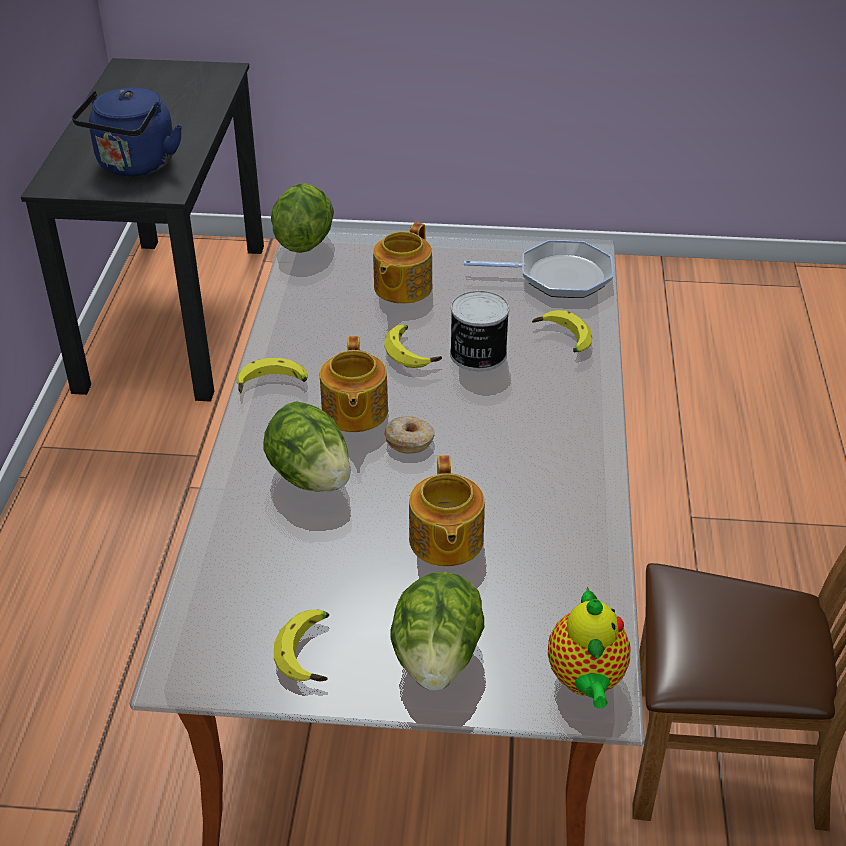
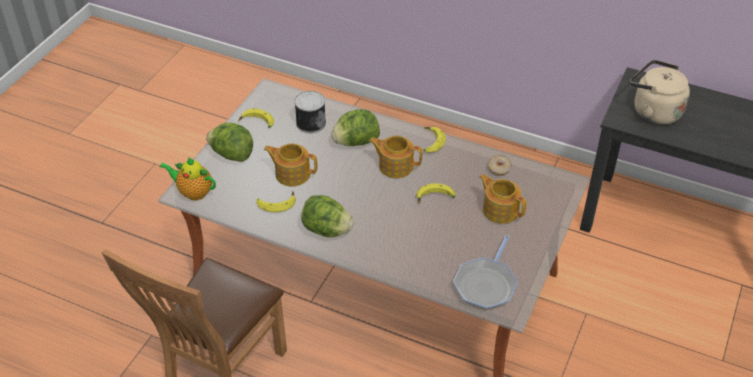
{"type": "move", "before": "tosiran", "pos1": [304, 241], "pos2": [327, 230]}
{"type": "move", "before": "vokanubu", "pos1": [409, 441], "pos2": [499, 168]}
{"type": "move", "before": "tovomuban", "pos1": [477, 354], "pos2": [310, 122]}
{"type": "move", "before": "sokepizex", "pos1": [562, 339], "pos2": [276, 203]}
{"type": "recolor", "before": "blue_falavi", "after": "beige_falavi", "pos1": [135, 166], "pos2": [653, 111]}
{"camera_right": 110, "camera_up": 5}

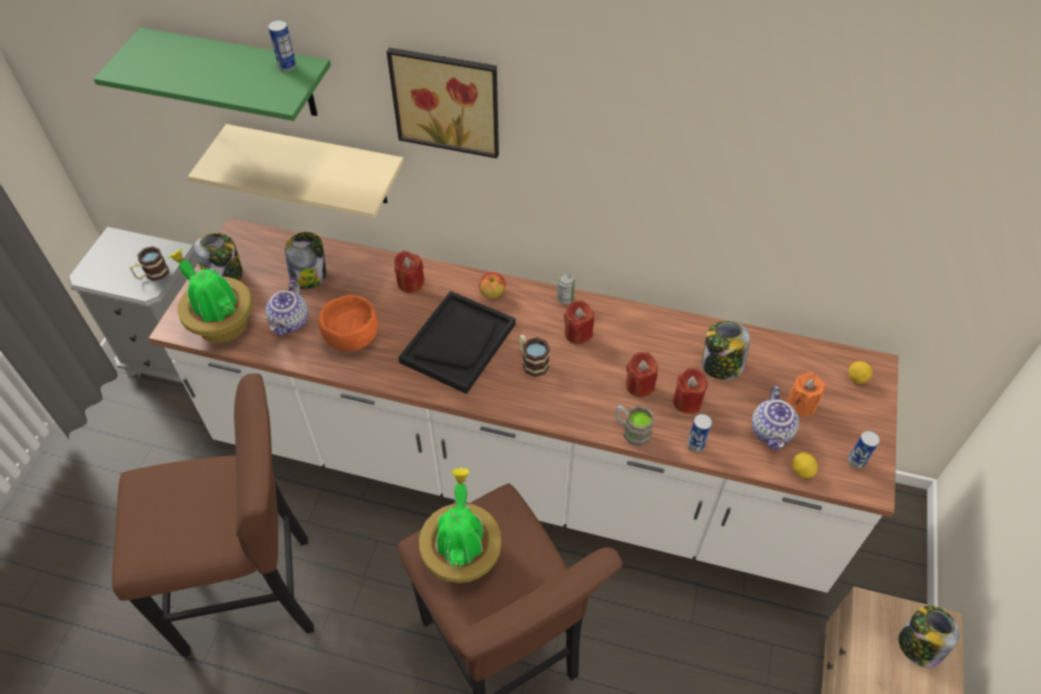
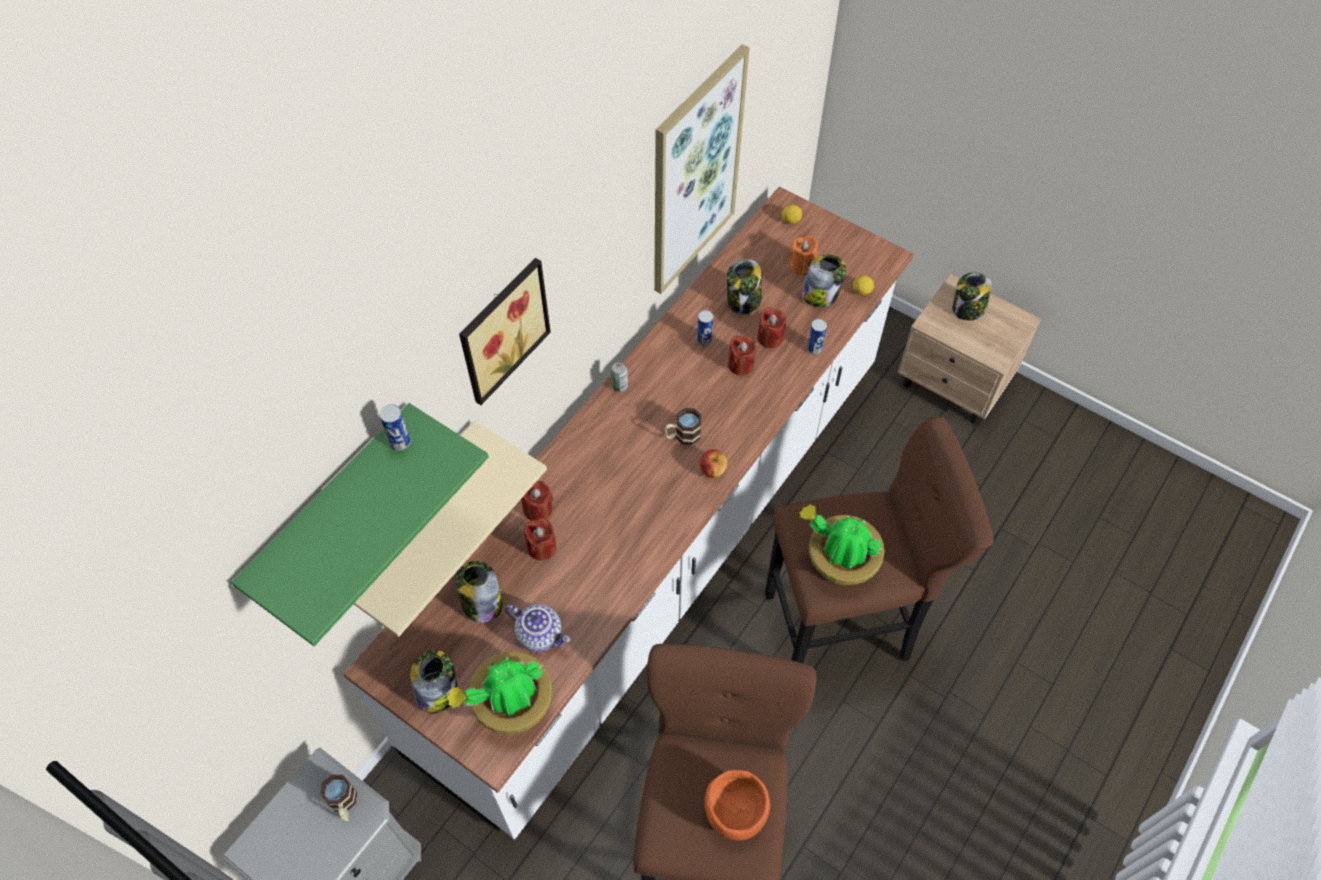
{"type": "delete", "before": "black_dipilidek", "pos1": [458, 343]}
{"type": "delete", "before": "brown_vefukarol", "pos1": [631, 430]}
{"type": "insert", "after": "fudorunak", "pos2": [694, 173]}
{"type": "move", "before": "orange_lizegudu", "pos1": [352, 340], "pos2": [736, 813]}
{"type": "move", "before": "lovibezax", "pos1": [492, 293], "pos2": [712, 470]}
{"type": "move", "before": "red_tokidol", "pos1": [578, 333], "pos2": [541, 547]}
{"type": "move", "before": "tovomuban", "pos1": [856, 461], "pos2": [704, 340]}
{"type": "replace", "before": "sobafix", "after": "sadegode", "pos1": [772, 432], "pos2": [820, 294]}
{"camera_right": -70, "camera_up": 5}

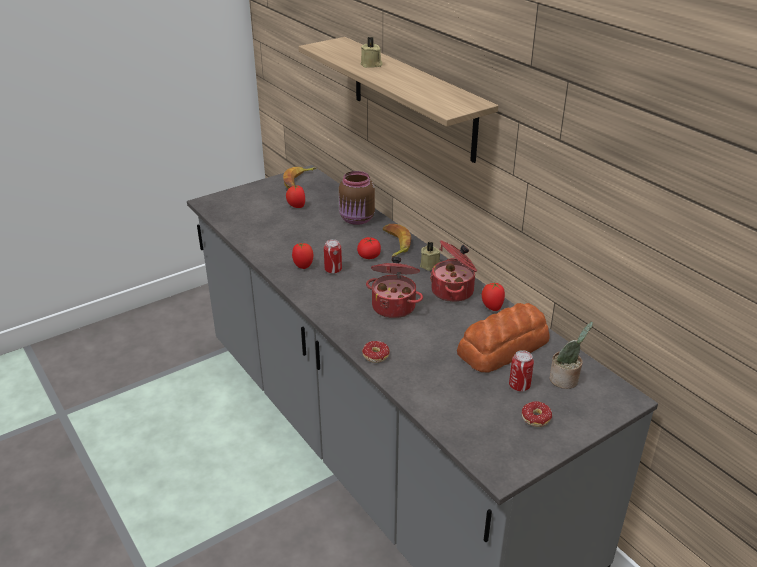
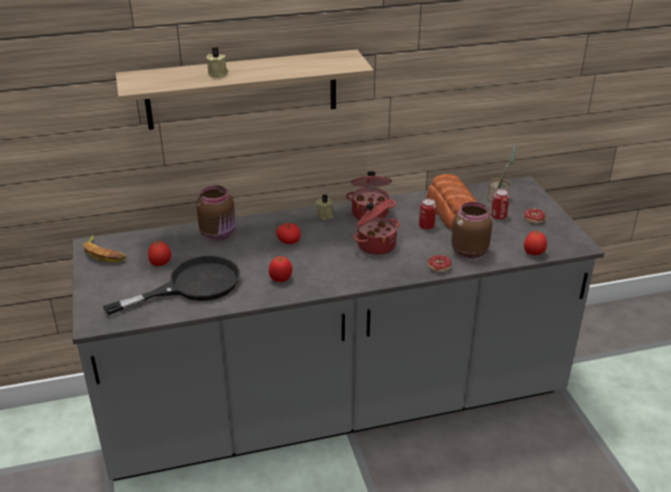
{"type": "delete", "before": "sokepizex", "pos1": [395, 243]}
{"type": "insert", "after": "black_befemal", "pos2": [192, 286]}
{"type": "insert", "after": "brown_sadegode", "pos2": [468, 251]}
{"type": "move", "before": "tovomuban", "pos1": [333, 270], "pos2": [426, 226]}
{"type": "move", "before": "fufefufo", "pos1": [491, 307], "pos2": [533, 253]}
{"camera_right": -70, "camera_up": 0}

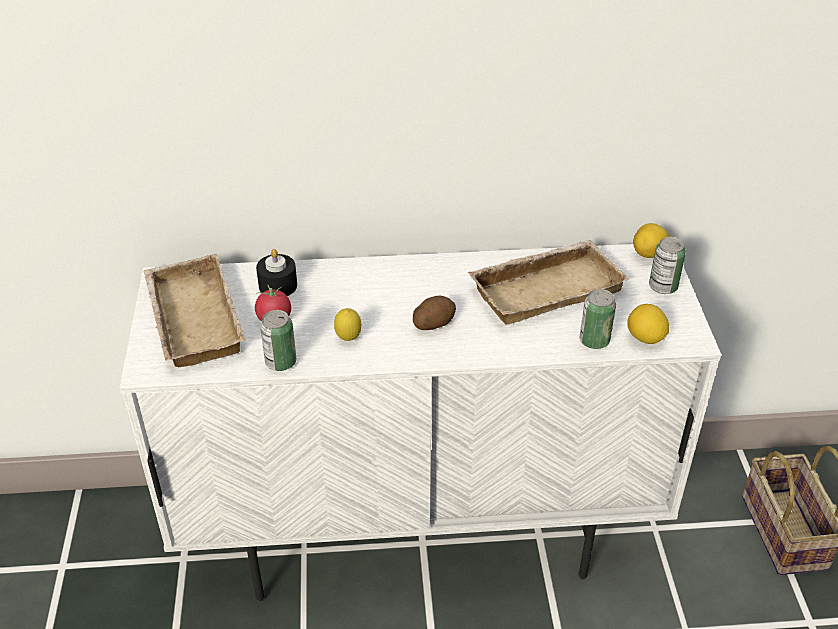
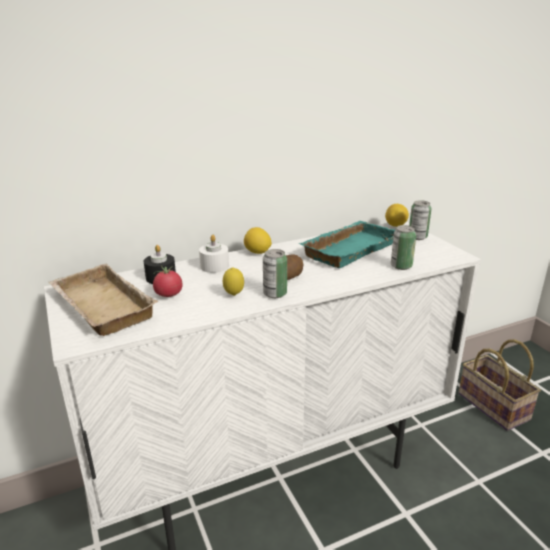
{"type": "insert", "after": "white_tokidol", "pos2": [214, 266]}
{"type": "move", "before": "tovomuban", "pos1": [281, 362], "pos2": [275, 294]}
{"type": "move", "before": "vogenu", "pos1": [645, 338], "pos2": [257, 252]}
{"type": "recolor", "before": "beige_dipilidek", "after": "turquoise_dipilidek", "pos1": [546, 287], "pos2": [348, 248]}
{"camera_right": -20, "camera_up": -15}

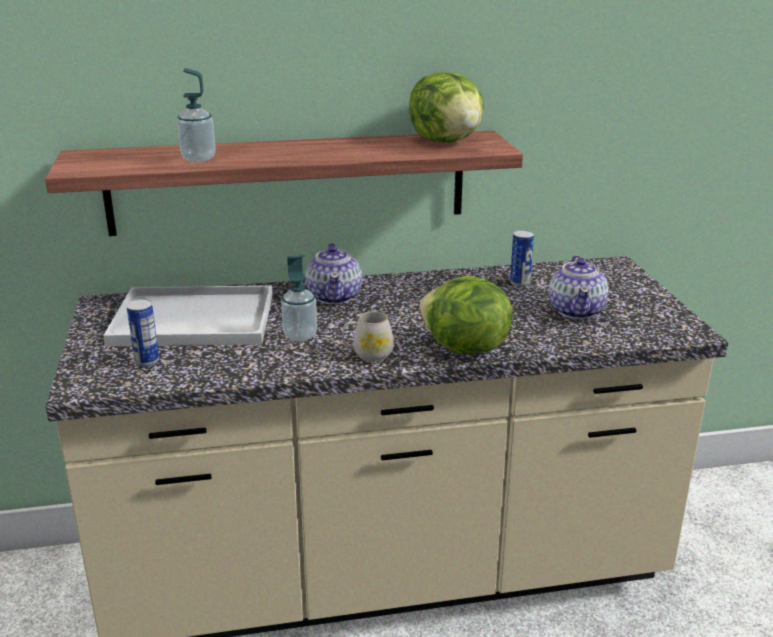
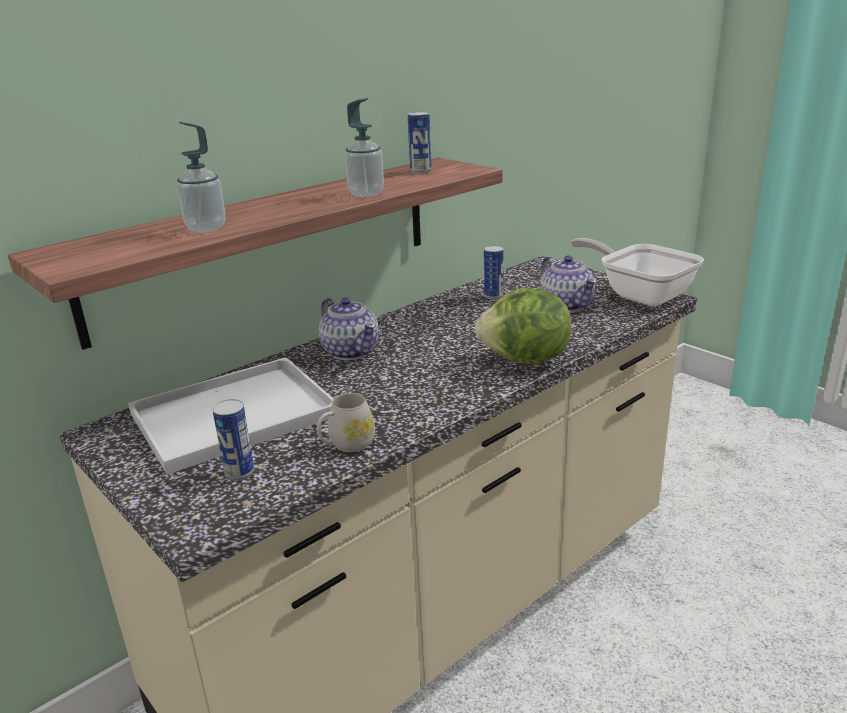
{"type": "insert", "after": "befemal", "pos2": [639, 294]}
{"type": "move", "before": "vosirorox", "pos1": [300, 336], "pos2": [366, 193]}
{"type": "move", "before": "white_vefukarol", "pos1": [368, 354], "pos2": [347, 444]}
{"type": "replace", "before": "tosiran", "after": "tovomuban", "pos1": [447, 141], "pos2": [420, 171]}
{"camera_right": -30, "camera_up": 0}

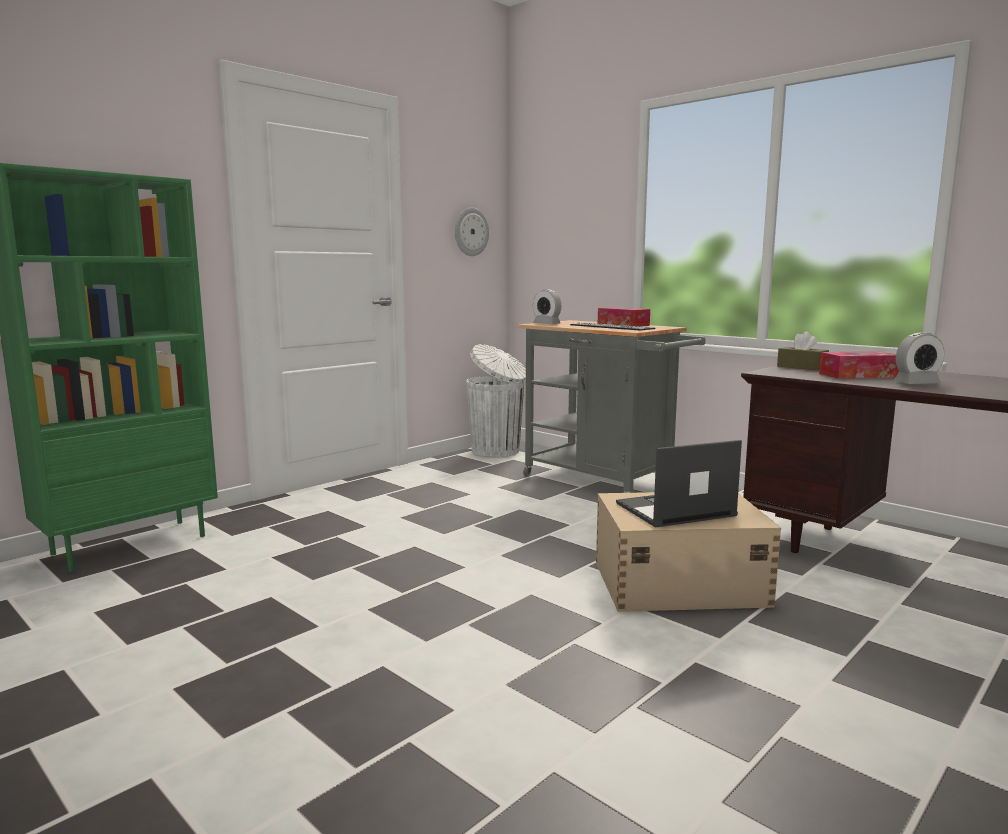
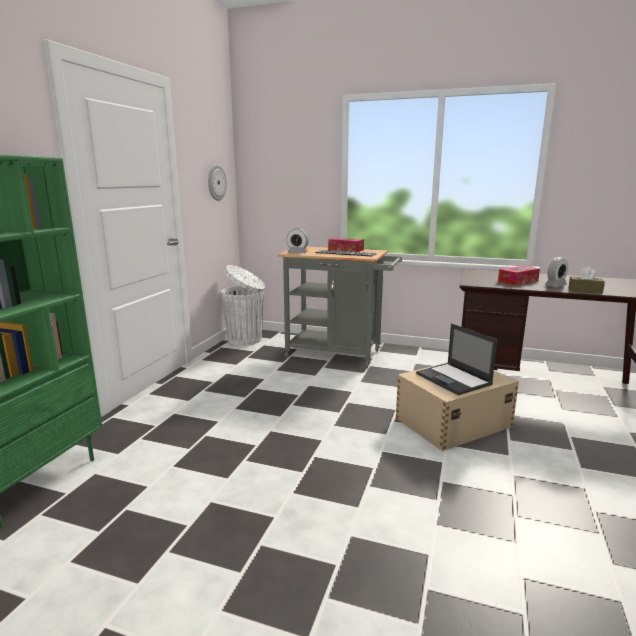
{"type": "move", "before": "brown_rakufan", "pos1": [801, 367], "pos2": [585, 291]}
{"type": "rotate", "before": "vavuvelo", "pos1": [674, 510], "pos2": [454, 379], "turn": -75}
{"camera_right": -25, "camera_up": 5}

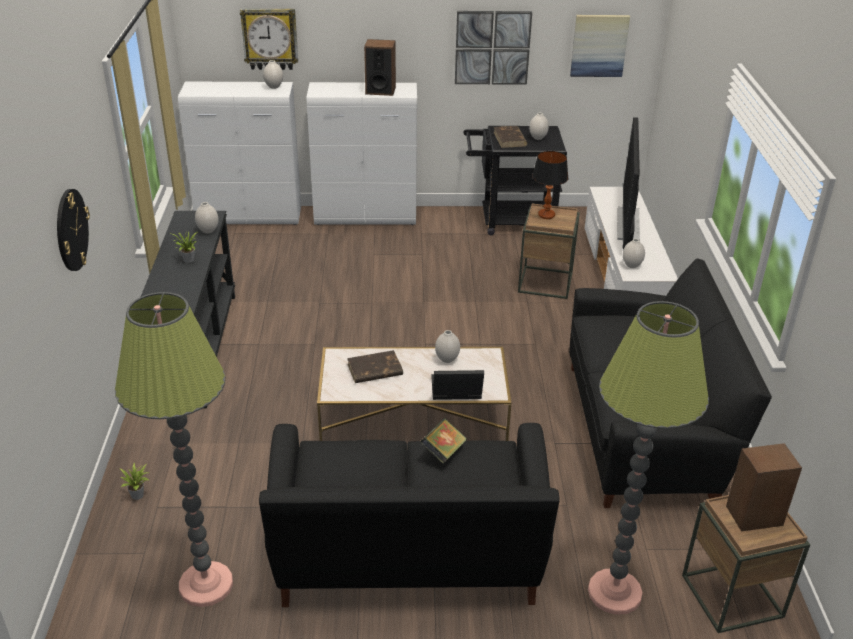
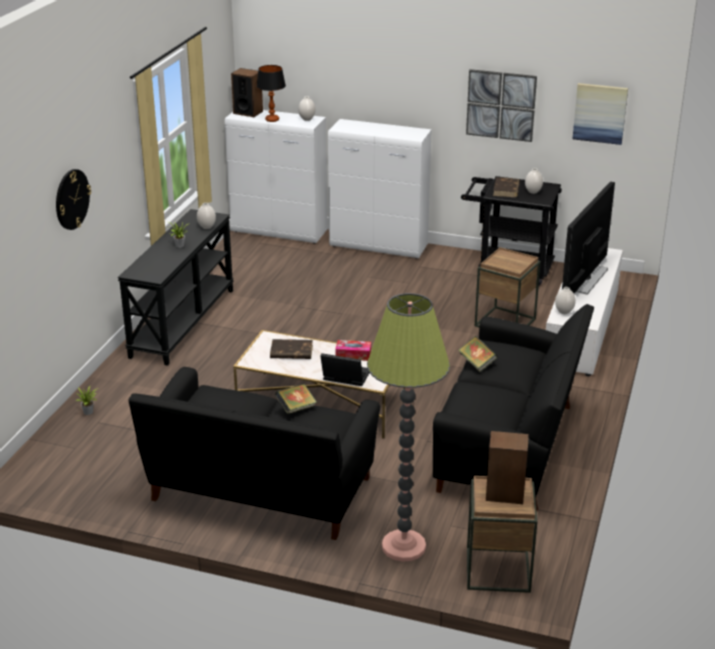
{"type": "delete", "before": "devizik", "pos1": [206, 585]}
{"type": "delete", "before": "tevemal", "pos1": [270, 38]}
{"type": "insert", "after": "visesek", "pos2": [477, 363]}
{"type": "move", "before": "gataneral", "pos1": [380, 90], "pos2": [248, 112]}
{"type": "move", "before": "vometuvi", "pos1": [546, 215], "pos2": [272, 120]}
{"type": "replace", "before": "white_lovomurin", "after": "rakufan", "pos1": [447, 360], "pos2": [353, 355]}
{"camera_right": 20, "camera_up": -5}

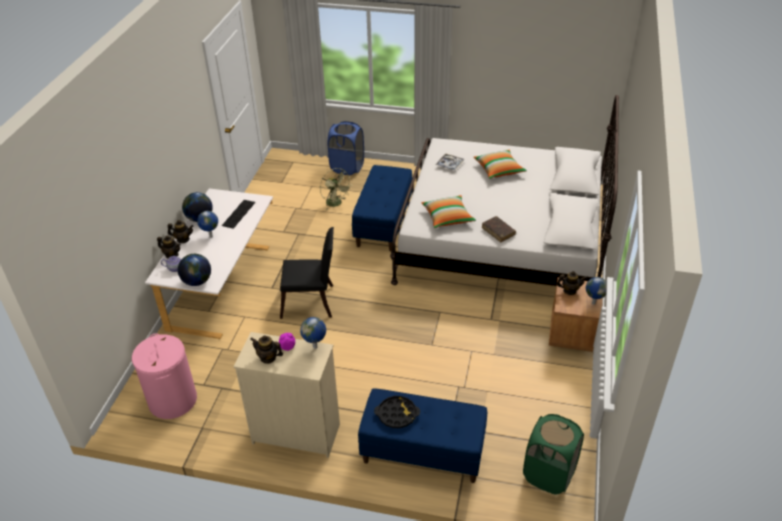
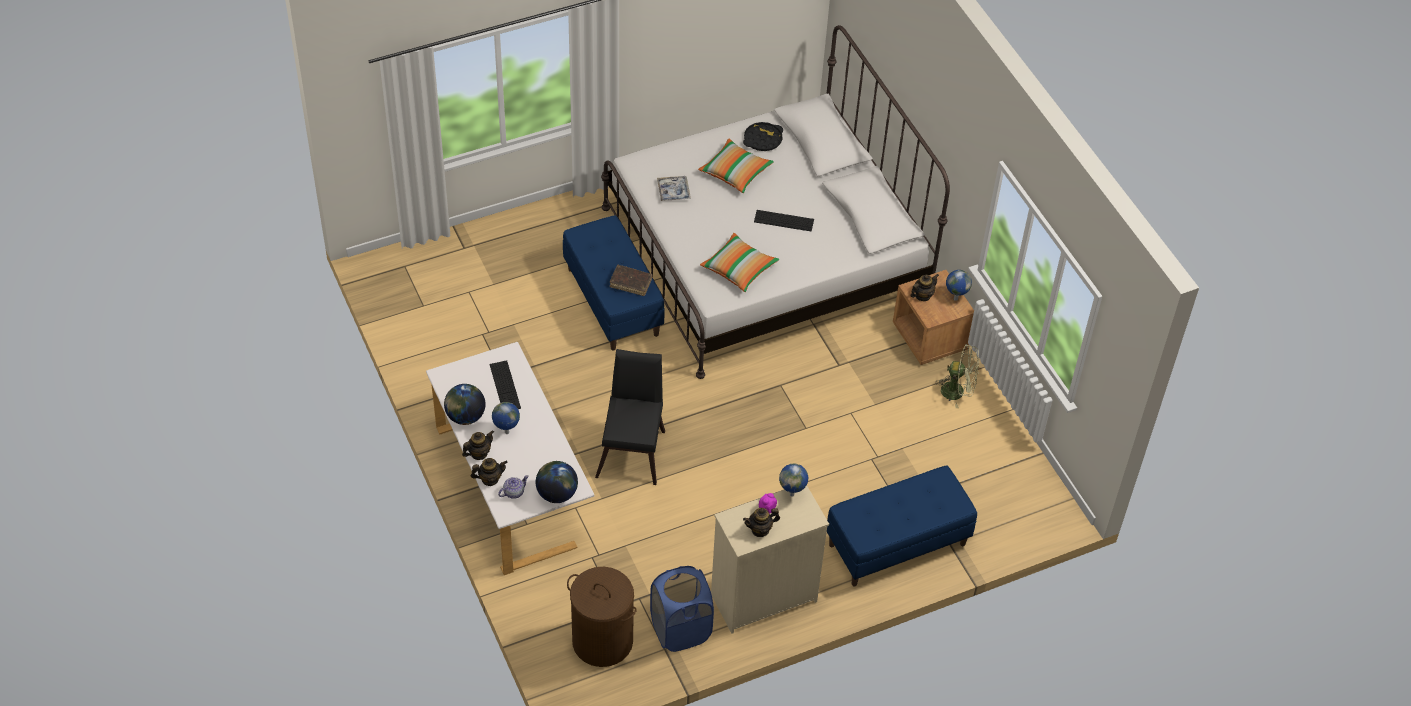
{"type": "delete", "before": "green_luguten", "pos1": [549, 474]}
{"type": "insert", "after": "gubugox", "pos2": [784, 220]}
{"type": "move", "before": "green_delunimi", "pos1": [336, 204], "pos2": [958, 391]}
{"type": "move", "before": "blue_luguten", "pos1": [347, 167], "pos2": [680, 629]}
{"type": "move", "before": "black_dipilidek", "pos1": [397, 414], "pos2": [762, 139]}
{"type": "move", "before": "brown_visesek", "pos1": [498, 232], "pos2": [631, 283]}
{"type": "recolor", "before": "pink_luguten", "after": "brown_luguten", "pos1": [172, 400], "pos2": [602, 641]}
{"type": "rotate", "before": "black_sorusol", "pos1": [311, 302], "pos2": [632, 449], "turn": -45}
{"camera_right": -40, "camera_up": 10}

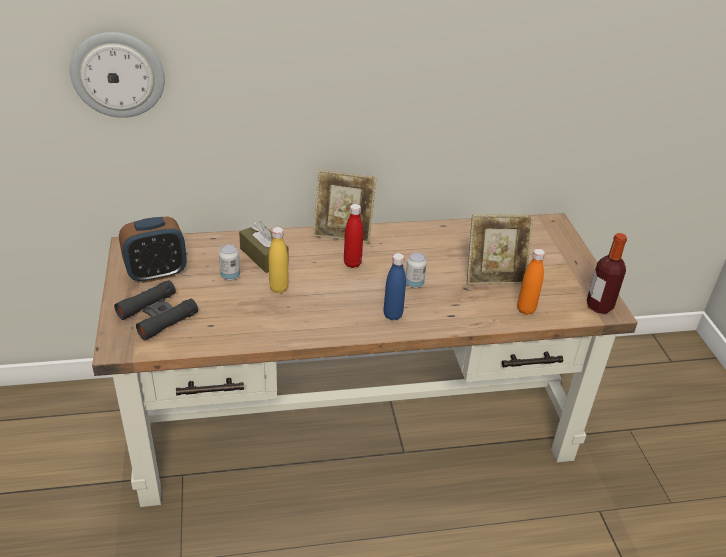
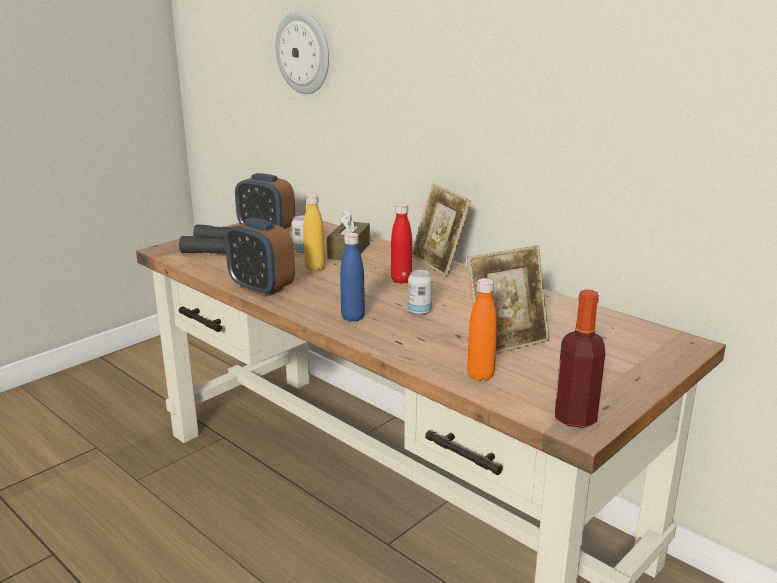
{"type": "insert", "after": "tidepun", "pos2": [261, 288]}
{"type": "rotate", "before": "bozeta", "pos1": [494, 277], "pos2": [506, 343], "turn": -75}
{"camera_right": 55, "camera_up": -15}

